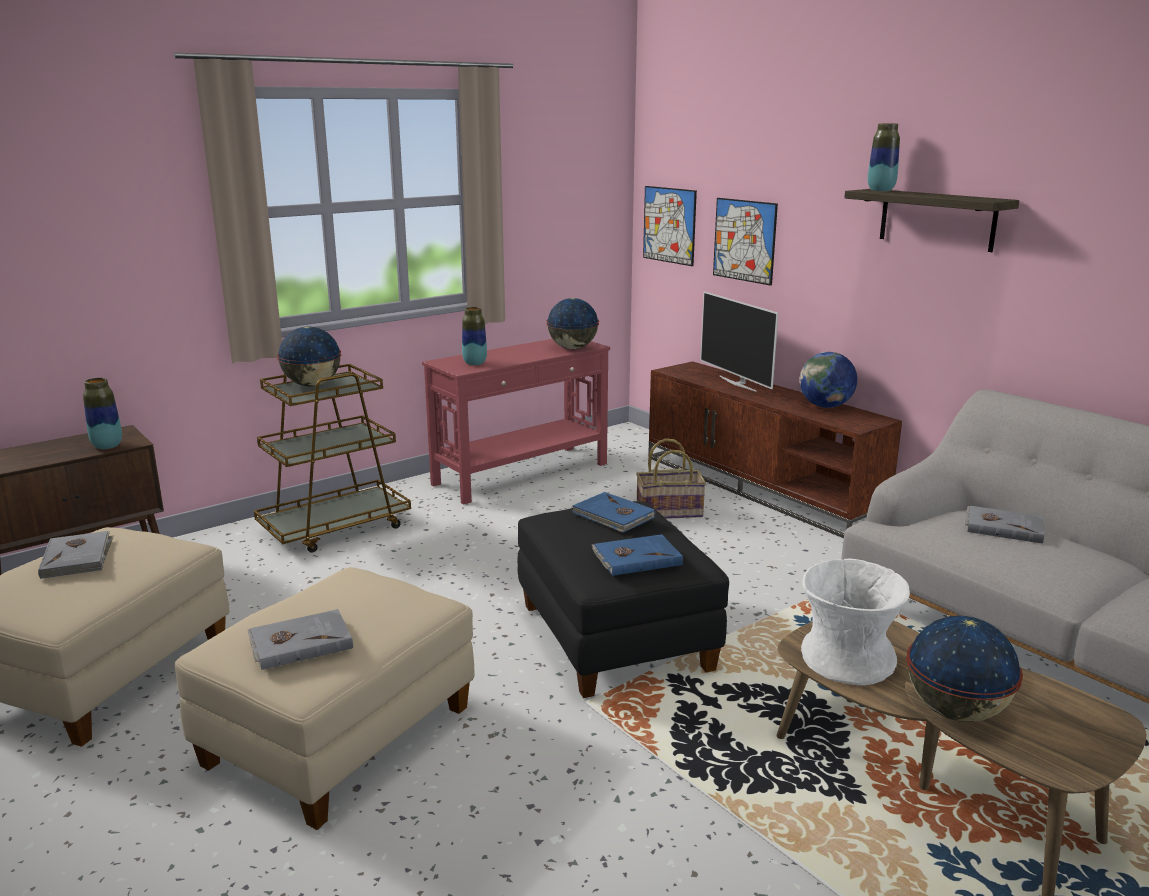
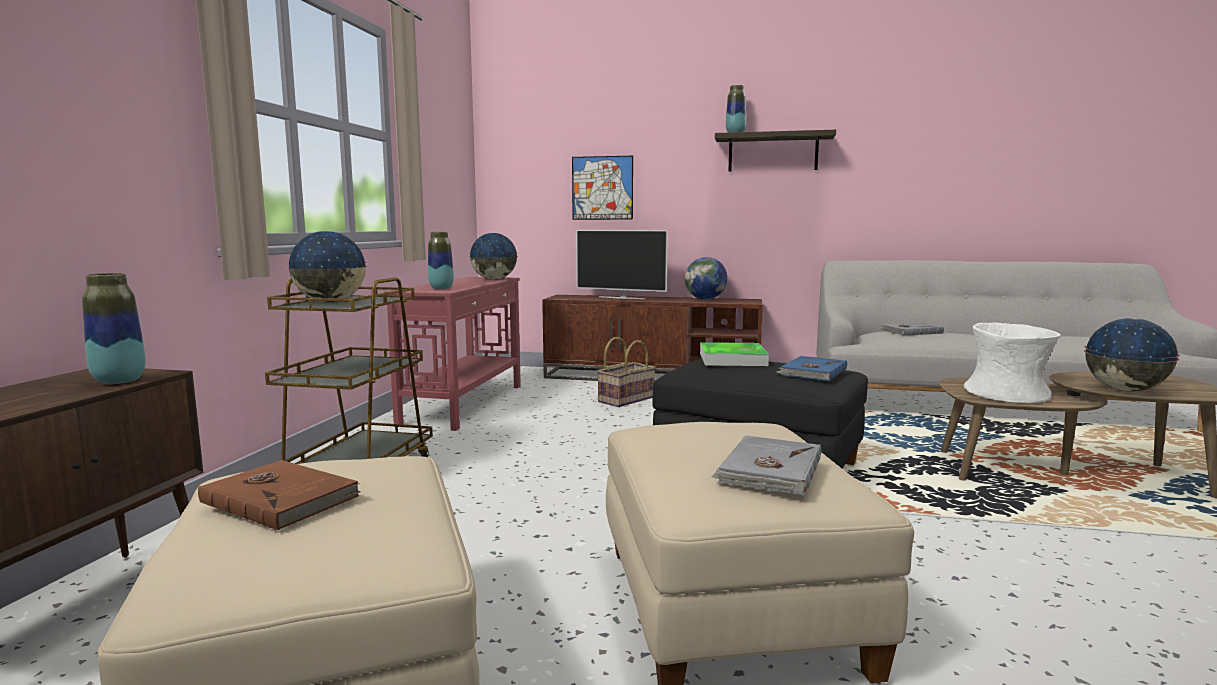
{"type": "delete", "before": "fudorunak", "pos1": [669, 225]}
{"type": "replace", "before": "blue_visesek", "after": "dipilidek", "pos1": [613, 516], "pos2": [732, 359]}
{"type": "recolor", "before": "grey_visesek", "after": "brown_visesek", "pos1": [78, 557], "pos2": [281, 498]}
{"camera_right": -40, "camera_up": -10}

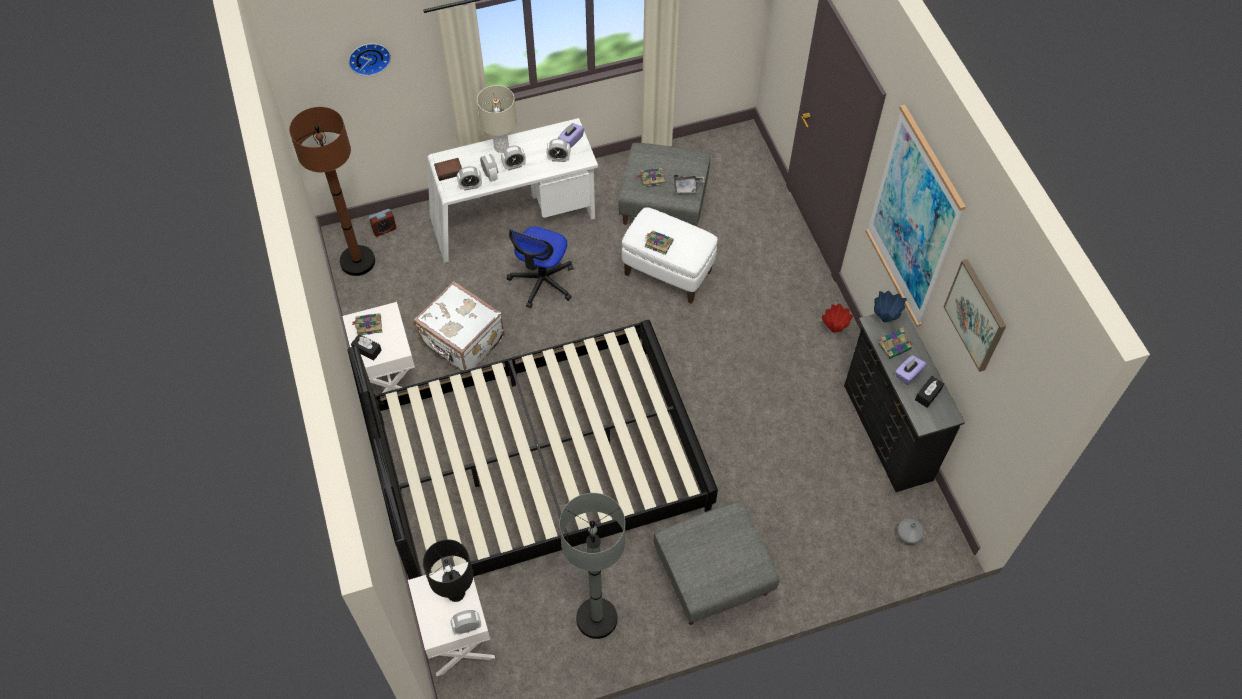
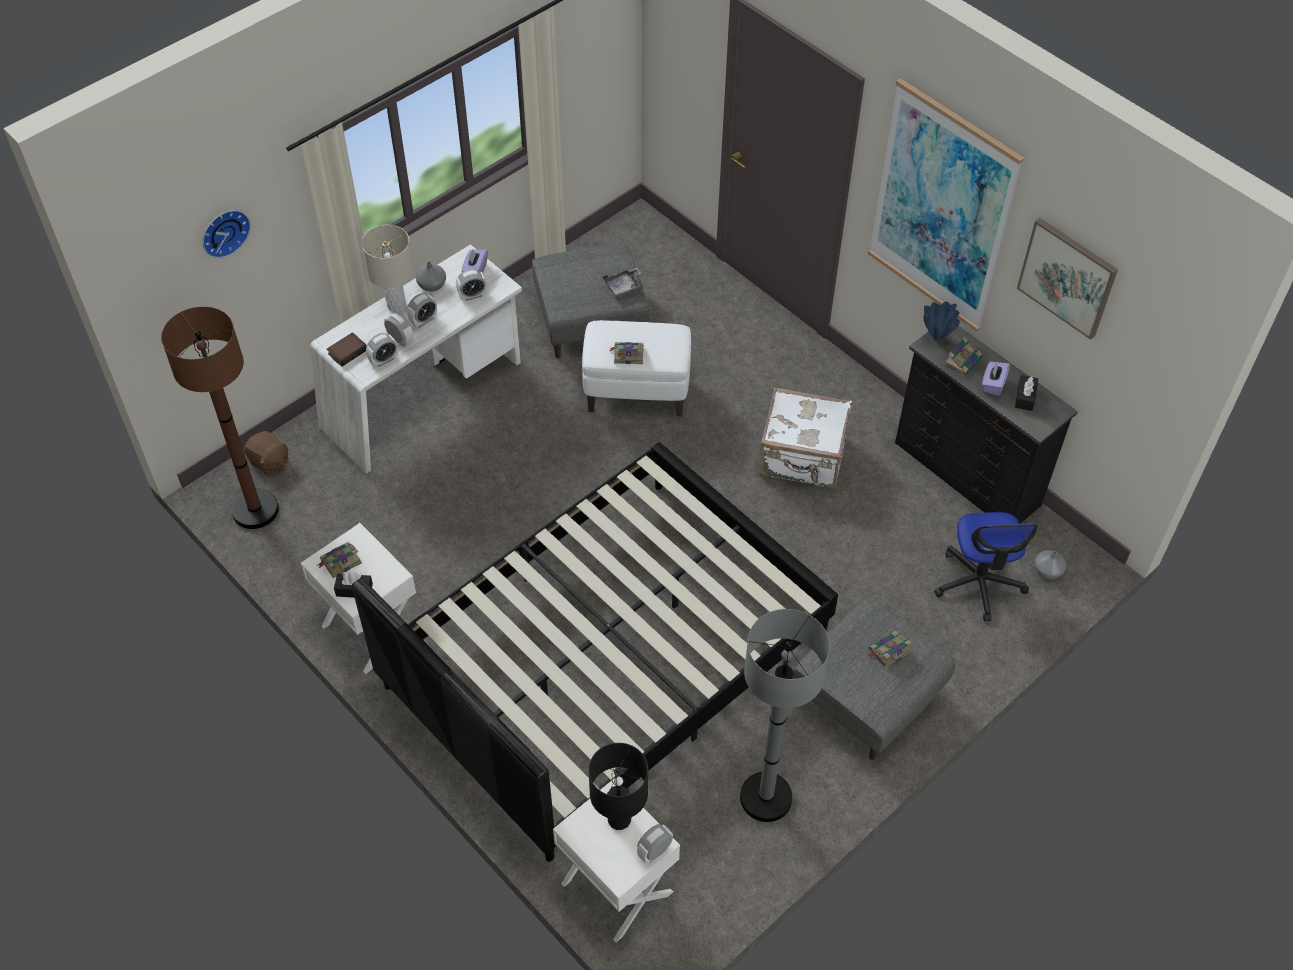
{"type": "delete", "before": "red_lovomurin", "pos1": [834, 329]}
{"type": "insert", "after": "grey_lovomurin", "pos2": [432, 286]}
{"type": "move", "before": "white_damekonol", "pos1": [462, 342], "pos2": [802, 458]}
{"type": "move", "before": "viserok", "pos1": [542, 282], "pos2": [979, 583]}
{"type": "move", "before": "visesek", "pos1": [651, 179], "pos2": [888, 652]}
{"type": "replace", "before": "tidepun", "after": "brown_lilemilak", "pos1": [384, 229], "pos2": [269, 462]}
{"camera_right": -25, "camera_up": -5}

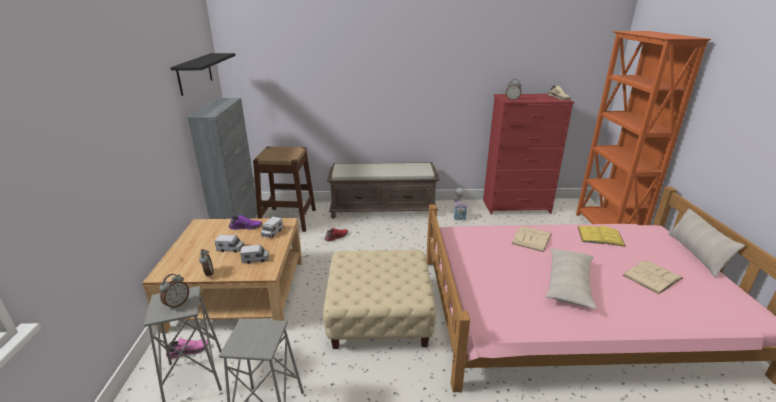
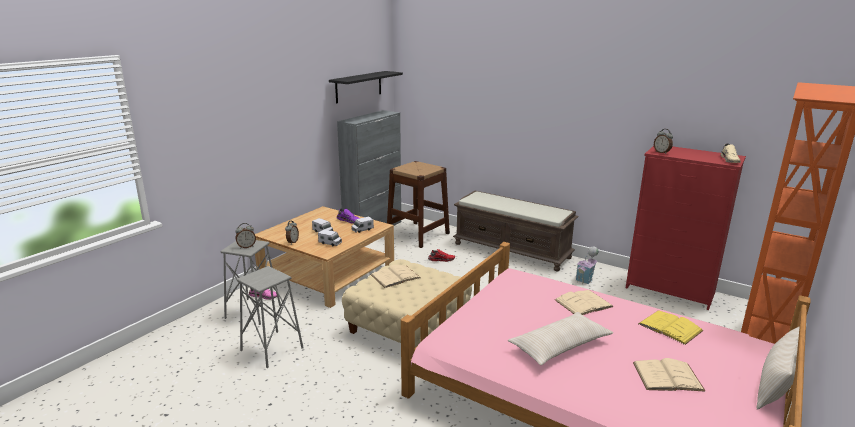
{"type": "insert", "after": "beige_visesek", "pos2": [395, 276]}
{"camera_right": 35, "camera_up": -5}

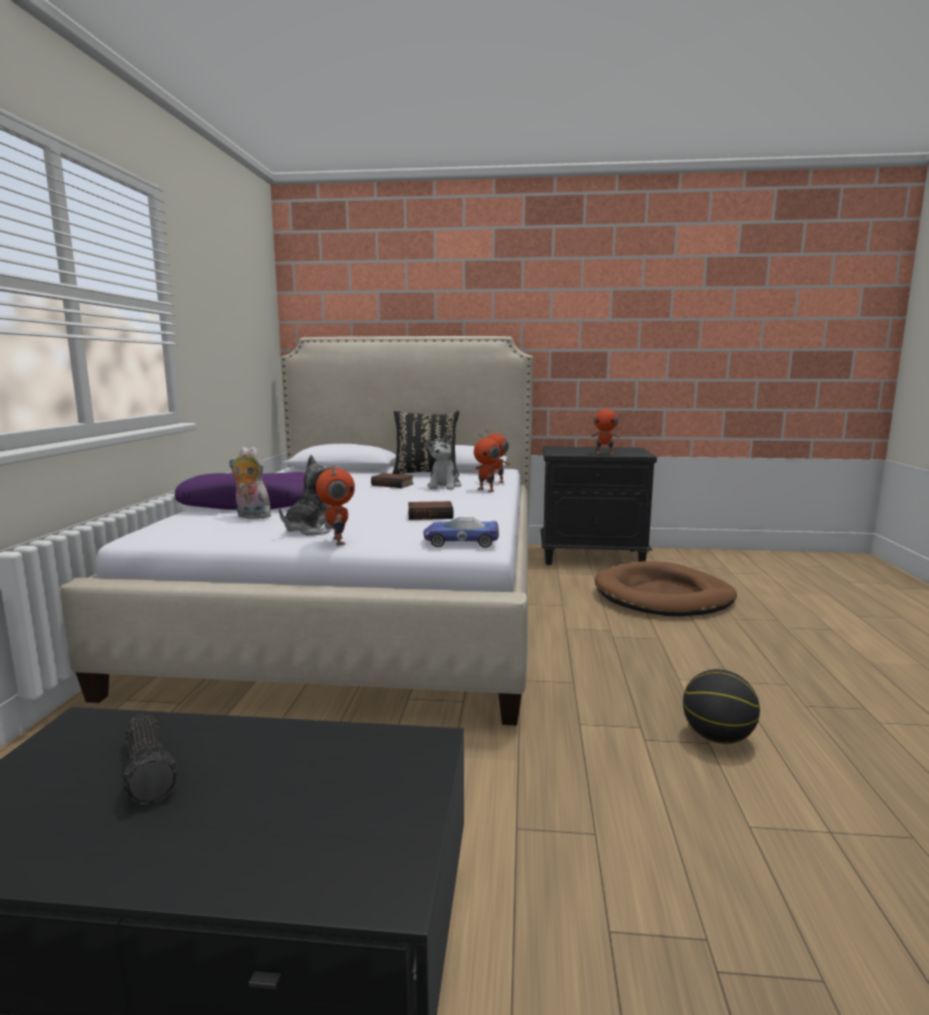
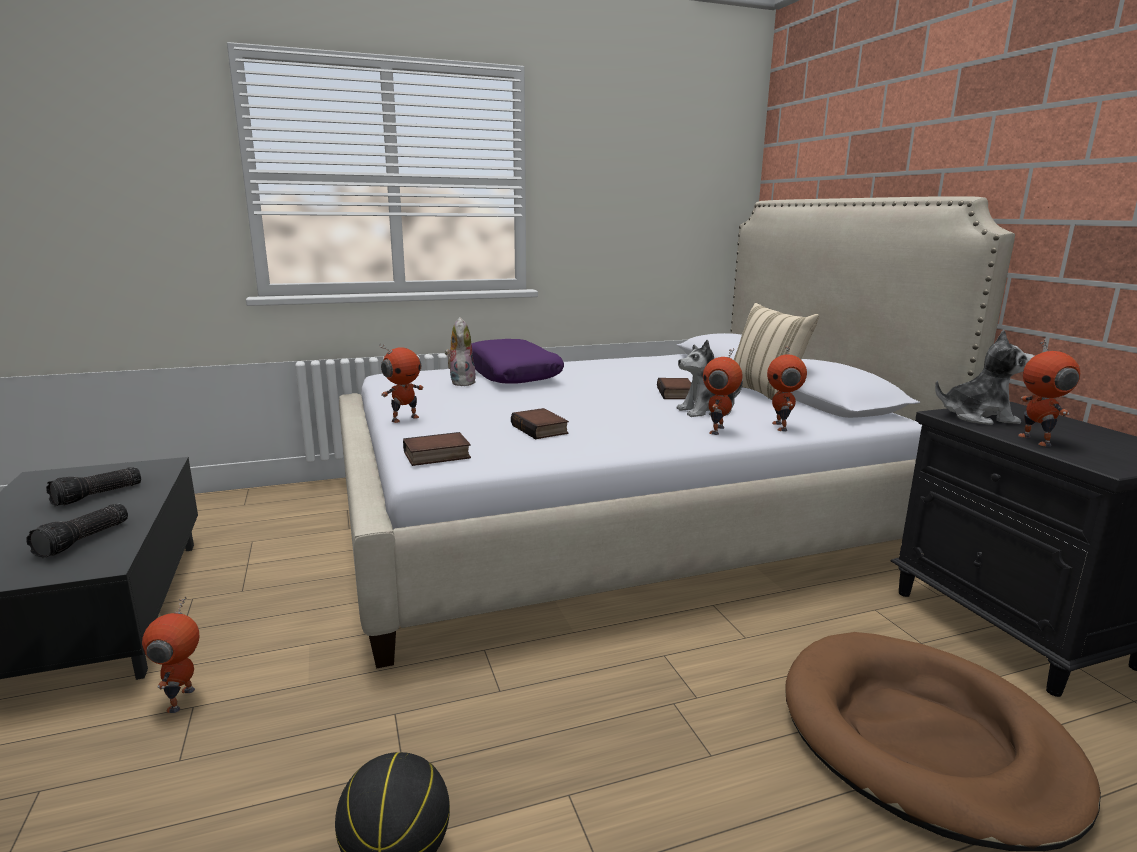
{"type": "insert", "after": "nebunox", "pos2": [84, 540]}
{"type": "insert", "after": "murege", "pos2": [183, 700]}
{"type": "move", "before": "lilemilak", "pos1": [311, 530], "pos2": [978, 417]}
{"type": "replace", "before": "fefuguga", "after": "visesek", "pos1": [460, 541], "pos2": [436, 456]}
{"type": "recolor", "before": "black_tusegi", "after": "beige_tusegi", "pos1": [426, 474], "pos2": [765, 394]}
{"camera_right": 65, "camera_up": 5}

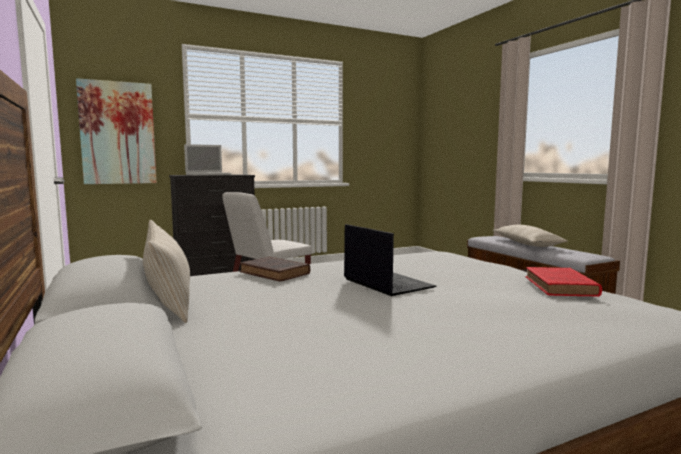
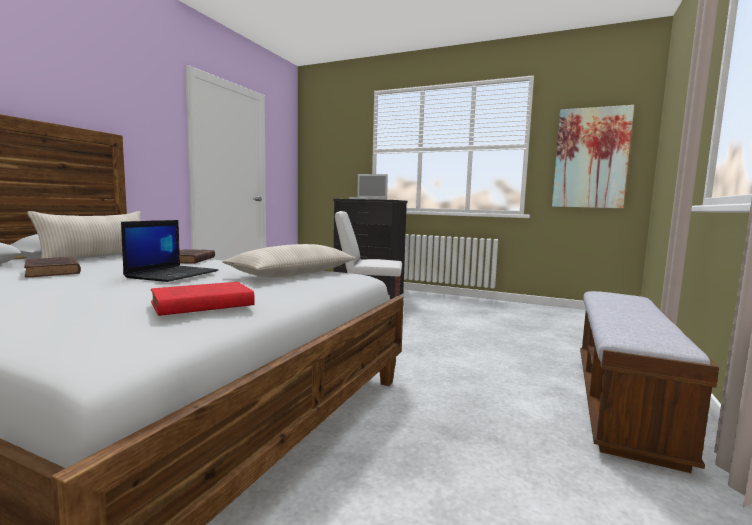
{"type": "insert", "after": "brown_visesek", "pos2": [53, 271]}
{"type": "move", "before": "fudorunak", "pos1": [118, 133], "pos2": [590, 158]}
{"type": "move", "before": "beige_tusegi", "pos1": [527, 244], "pos2": [293, 274]}
{"camera_right": 50, "camera_up": 0}

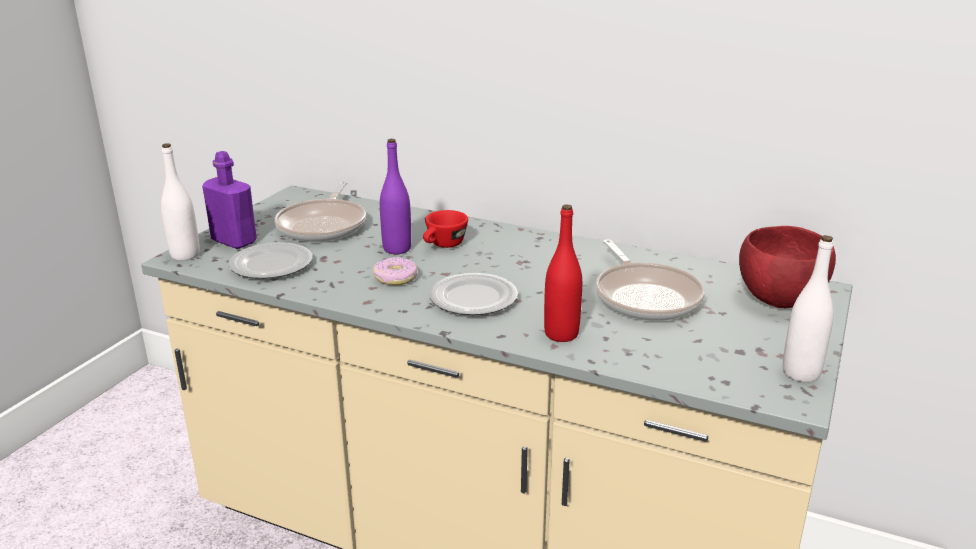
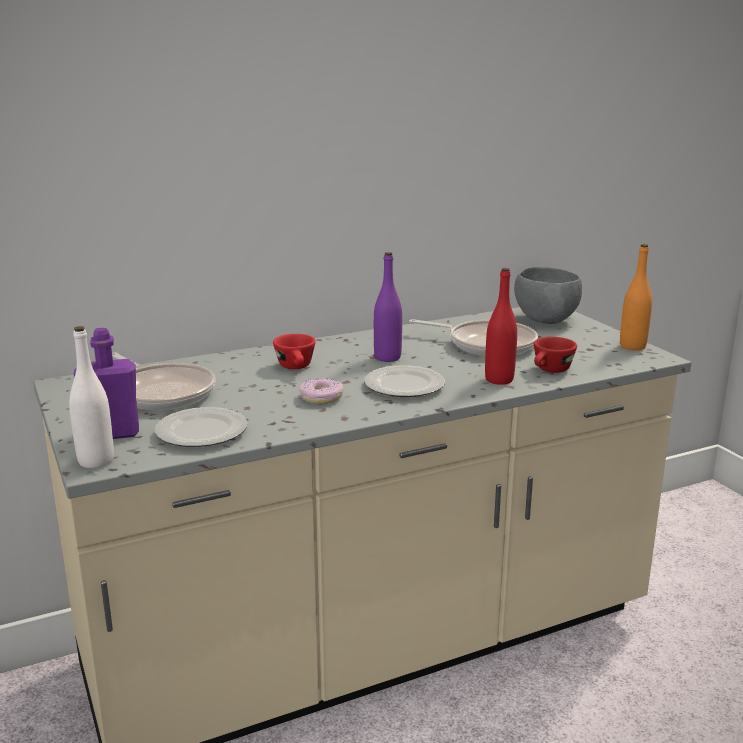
{"type": "insert", "after": "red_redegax", "pos2": [550, 371]}
{"type": "move", "before": "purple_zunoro", "pos1": [397, 249], "pos2": [387, 357]}
{"type": "recolor", "before": "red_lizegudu", "after": "grey_lizegudu", "pos1": [778, 299], "pos2": [545, 320]}
{"type": "recolor", "before": "white_zunoro", "after": "orange_zunoro", "pos1": [801, 373], "pos2": [632, 346]}
{"camera_right": -50, "camera_up": -5}

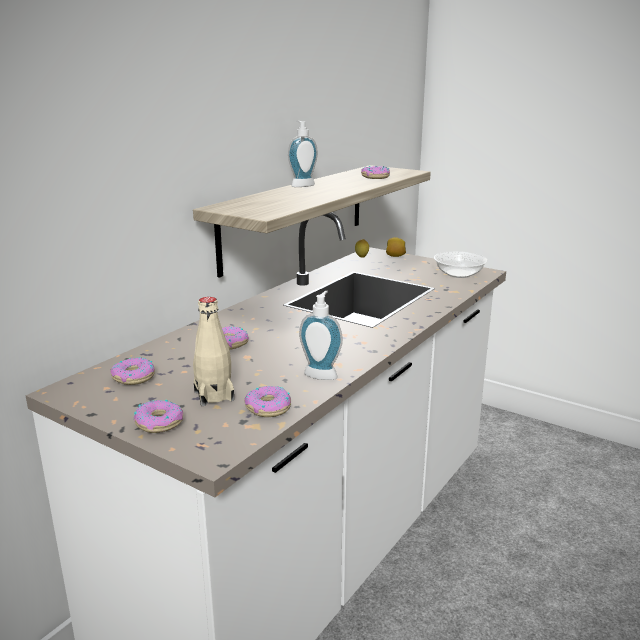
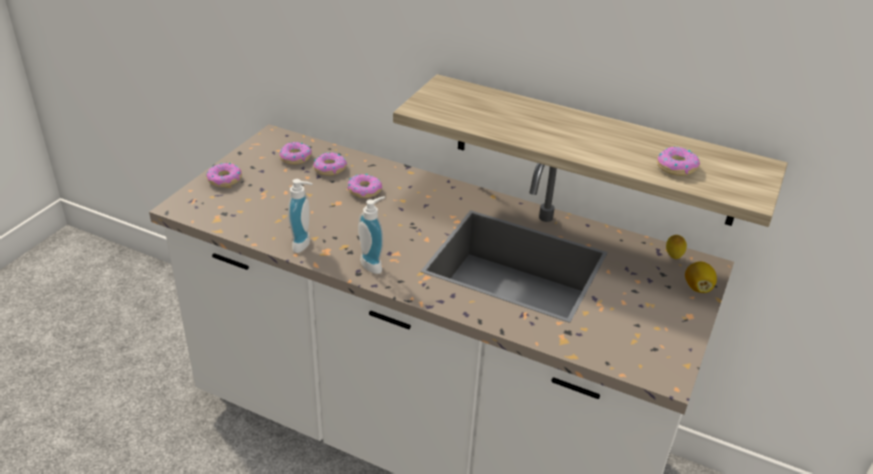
{"type": "delete", "before": "beige_zunoro", "pos1": [214, 395]}
{"type": "delete", "before": "lizegudu", "pos1": [458, 274]}
{"type": "move", "before": "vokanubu", "pos1": [268, 408], "pos2": [329, 168]}
{"type": "move", "before": "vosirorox", "pos1": [301, 185], "pos2": [374, 264]}
{"camera_right": 80, "camera_up": 15}

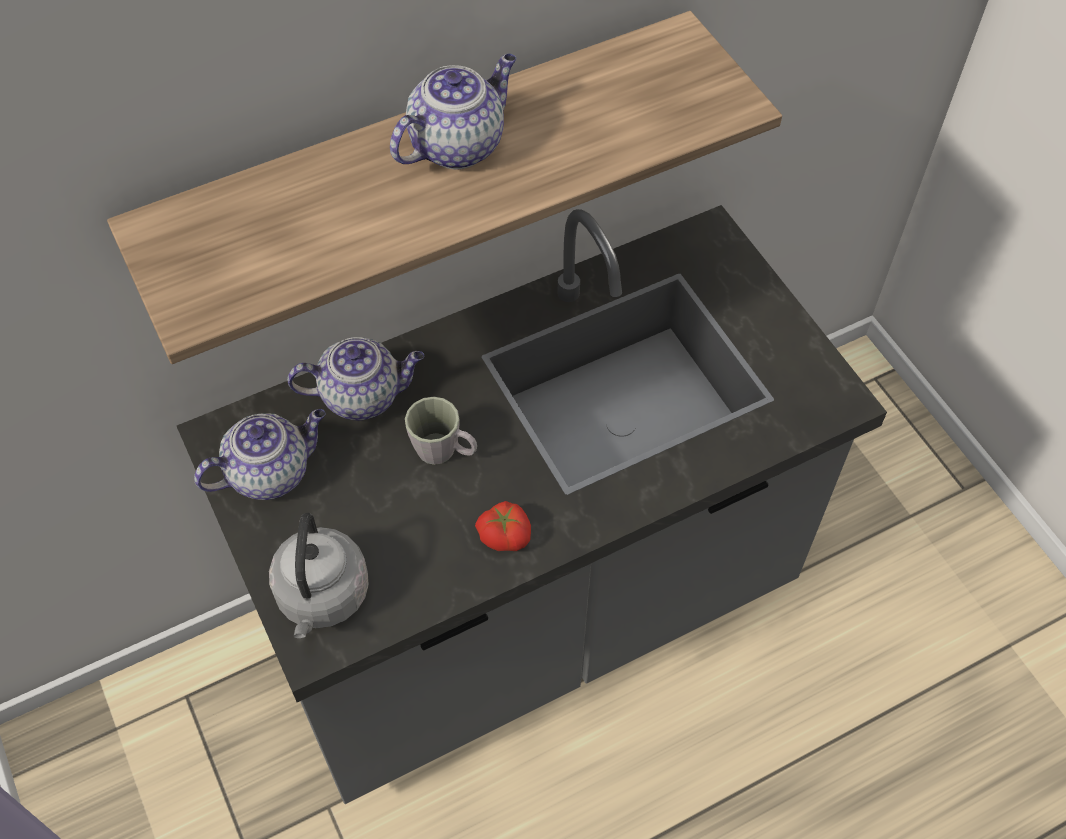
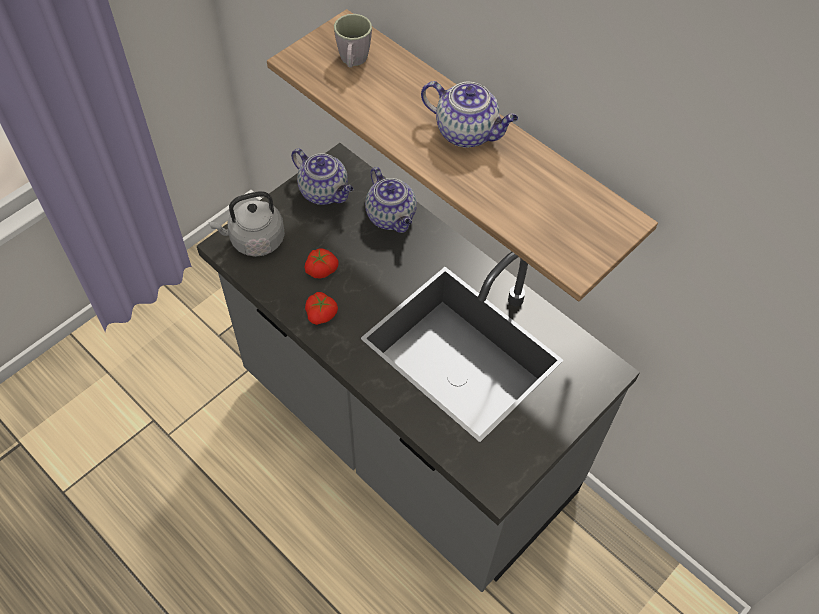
{"type": "insert", "after": "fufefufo", "pos2": [321, 269]}
{"type": "move", "before": "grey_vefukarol", "pos1": [444, 451], "pos2": [353, 61]}
{"camera_right": 70, "camera_up": 0}

